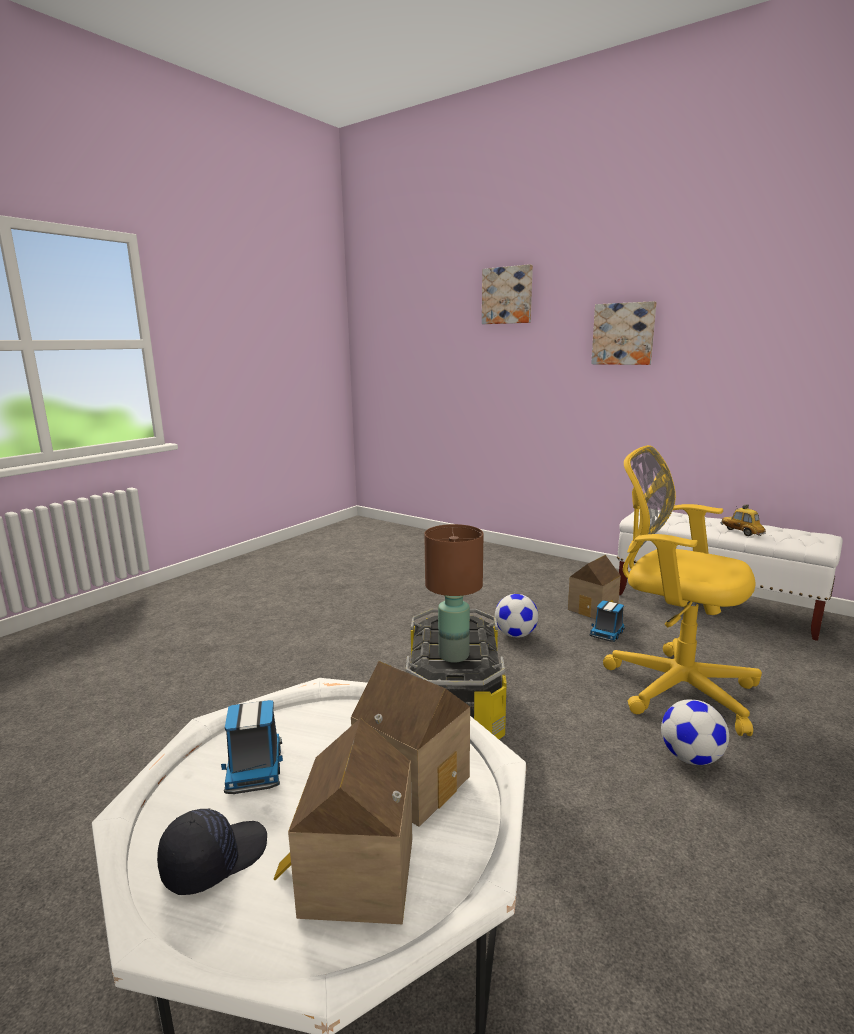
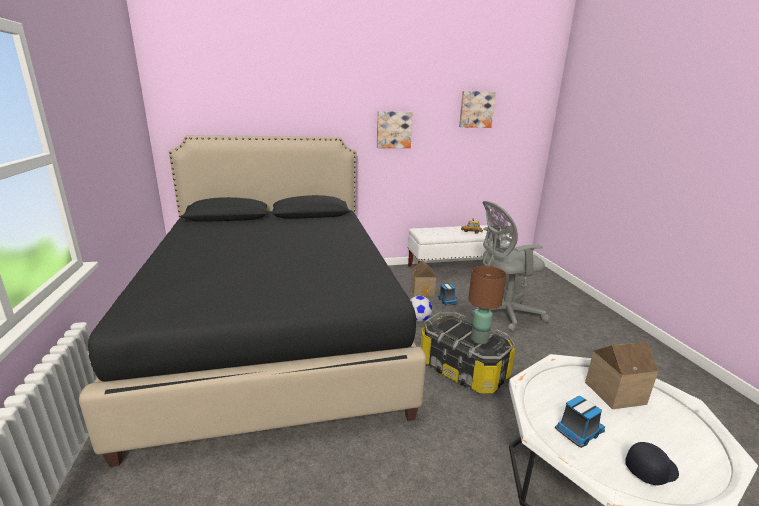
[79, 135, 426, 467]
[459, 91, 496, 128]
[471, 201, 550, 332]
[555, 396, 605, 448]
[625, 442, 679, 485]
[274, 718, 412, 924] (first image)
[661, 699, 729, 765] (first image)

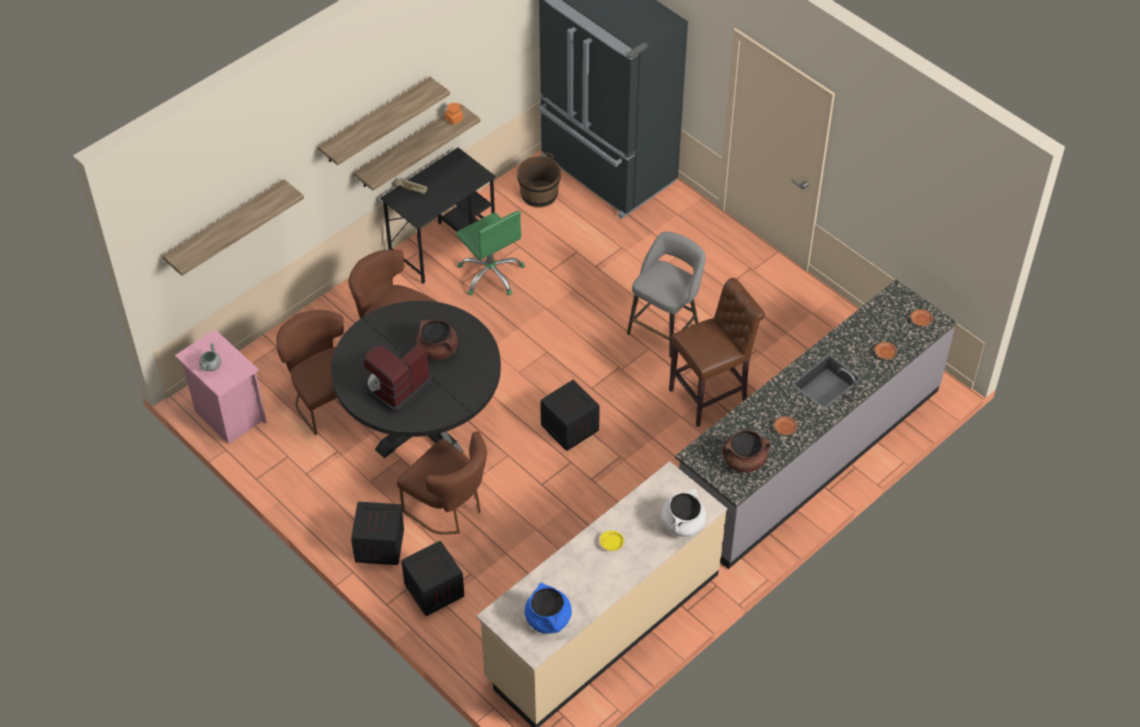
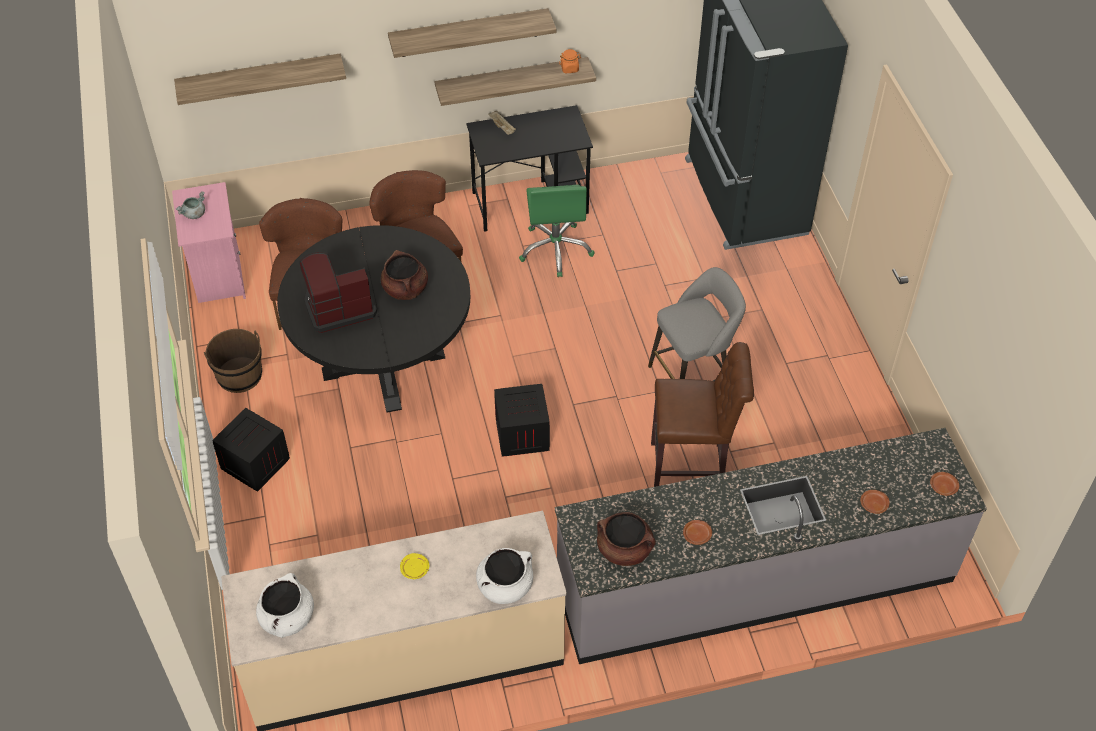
[204, 329, 262, 393]
[256, 573, 314, 638]
[396, 431, 487, 535] (first image)
[401, 540, 464, 616] (first image)

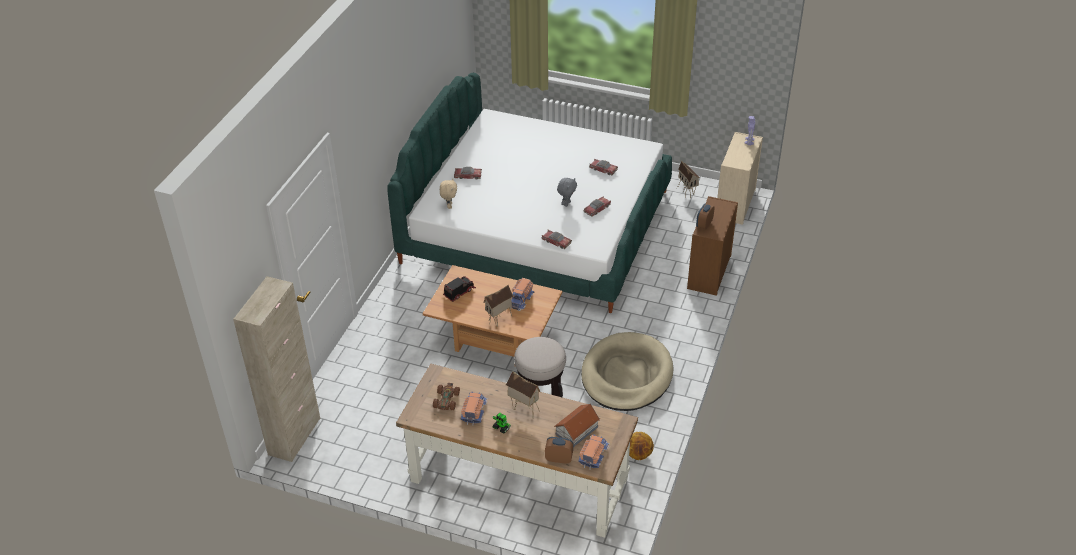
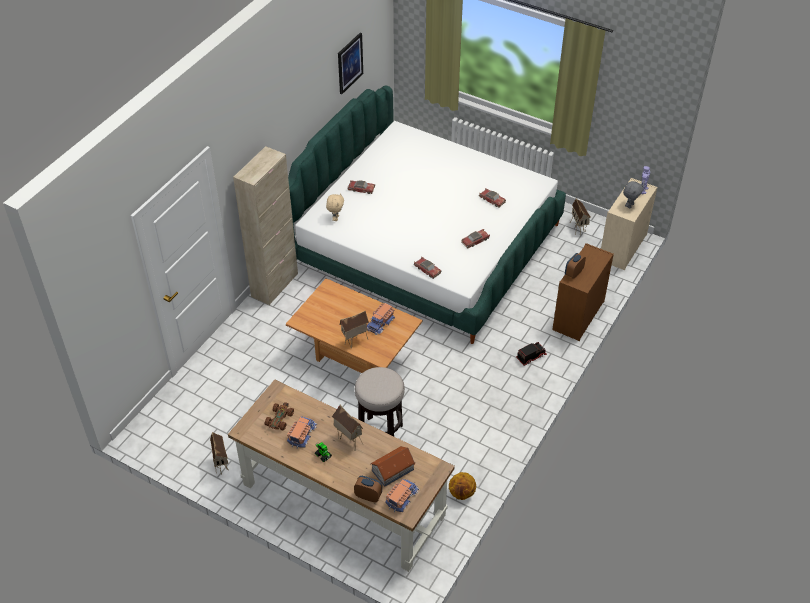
[210, 432, 228, 475]
[233, 146, 298, 305]
[338, 33, 363, 94]
[516, 342, 547, 366]
[623, 181, 643, 208]
[581, 332, 674, 411] (first image)

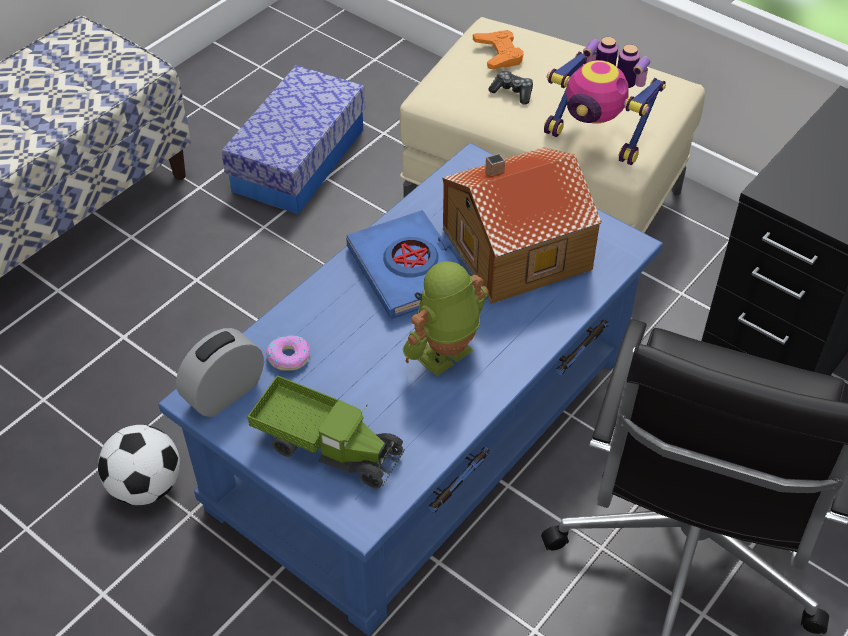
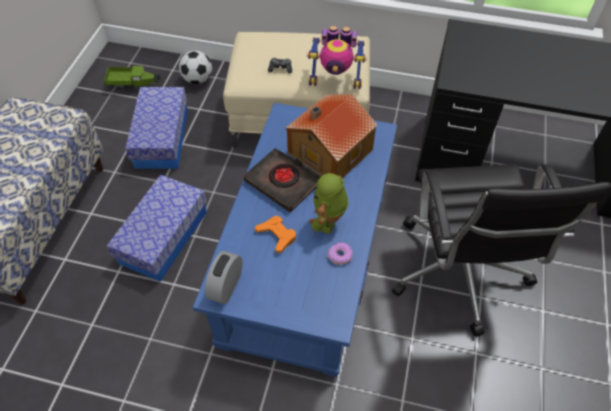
[104, 65, 162, 93]
[106, 175, 207, 282]
[179, 50, 212, 84]
[244, 148, 321, 212]
[255, 216, 296, 253]
[328, 243, 353, 265]

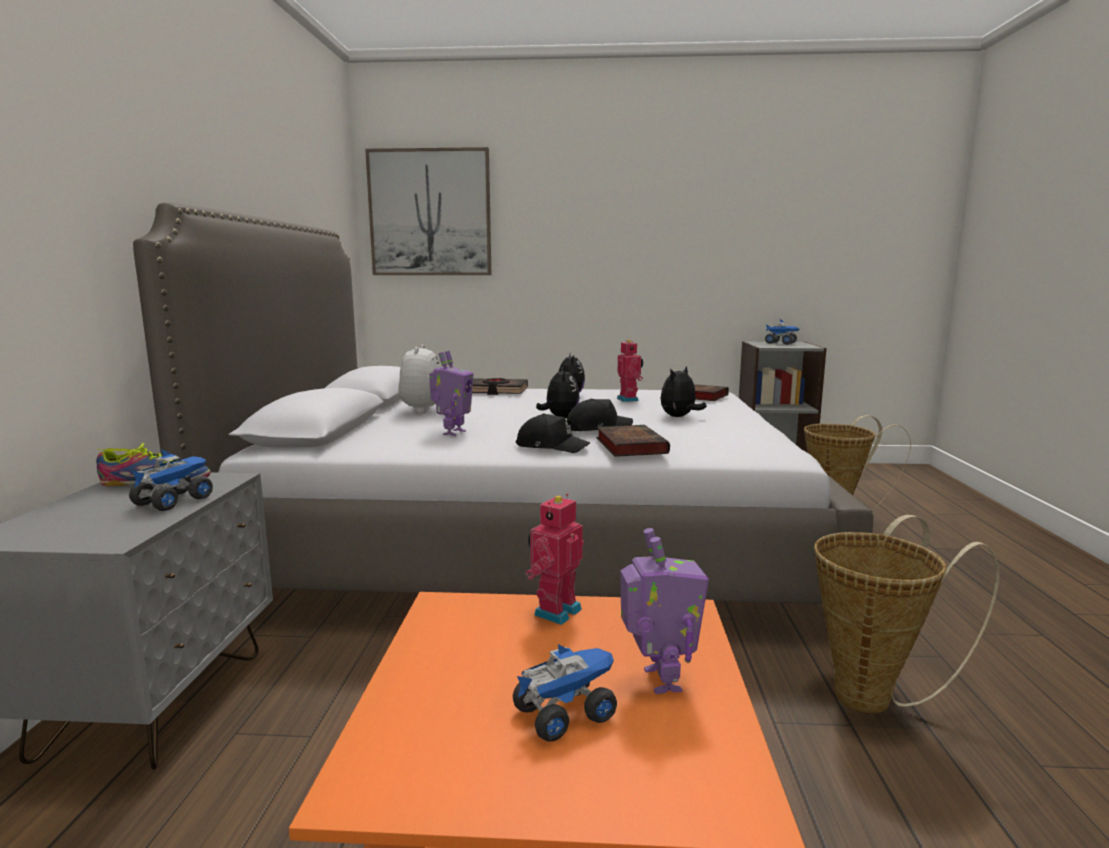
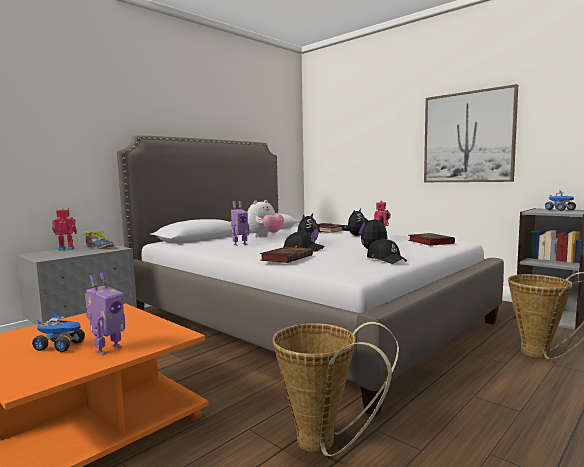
[52, 208, 77, 251]
[367, 238, 407, 264]
[424, 84, 518, 182]
[129, 449, 213, 511] (first image)

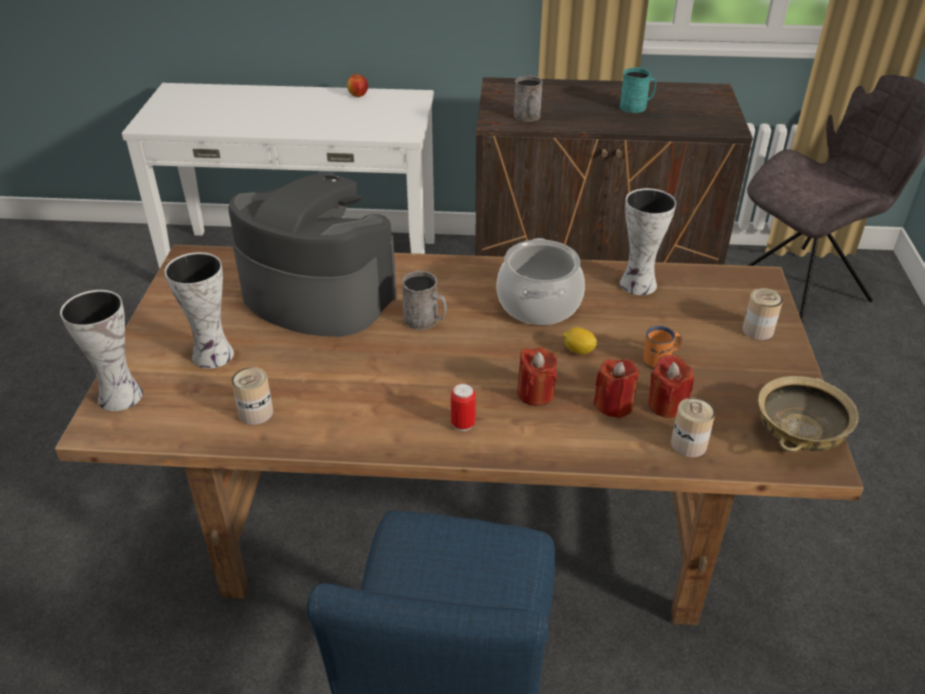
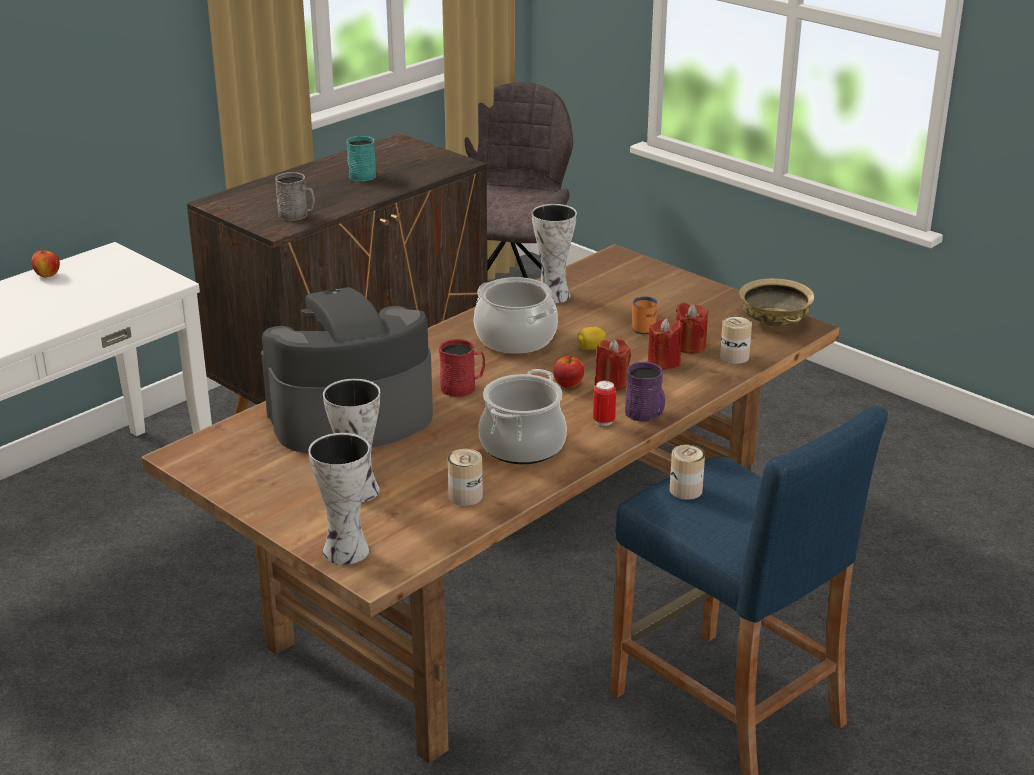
[439, 339, 485, 397]
[479, 369, 567, 464]
[553, 355, 584, 388]
[625, 362, 665, 422]
[670, 445, 705, 500]

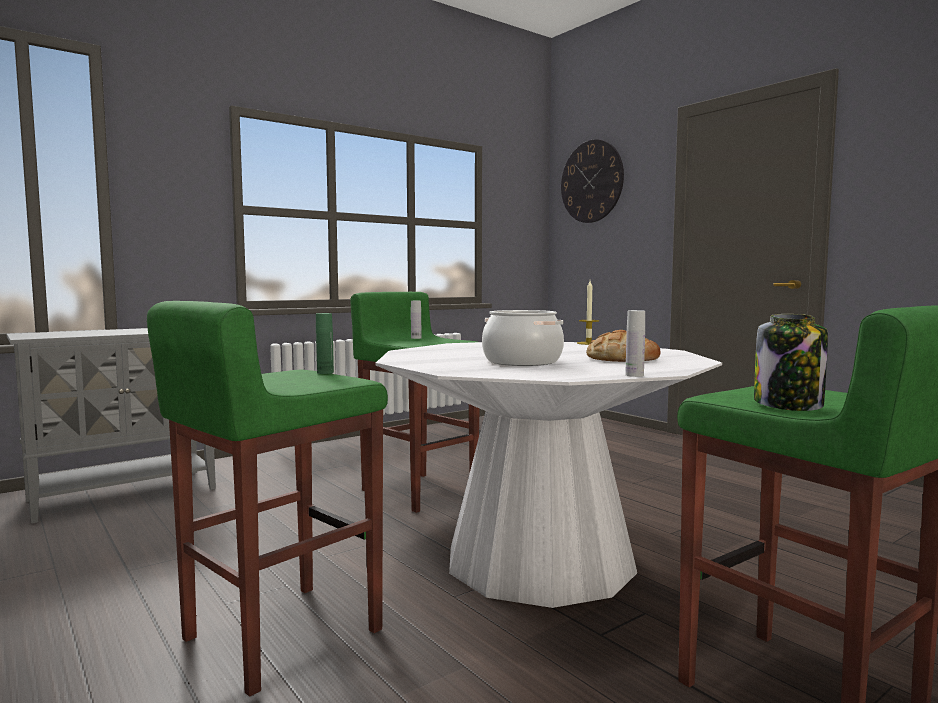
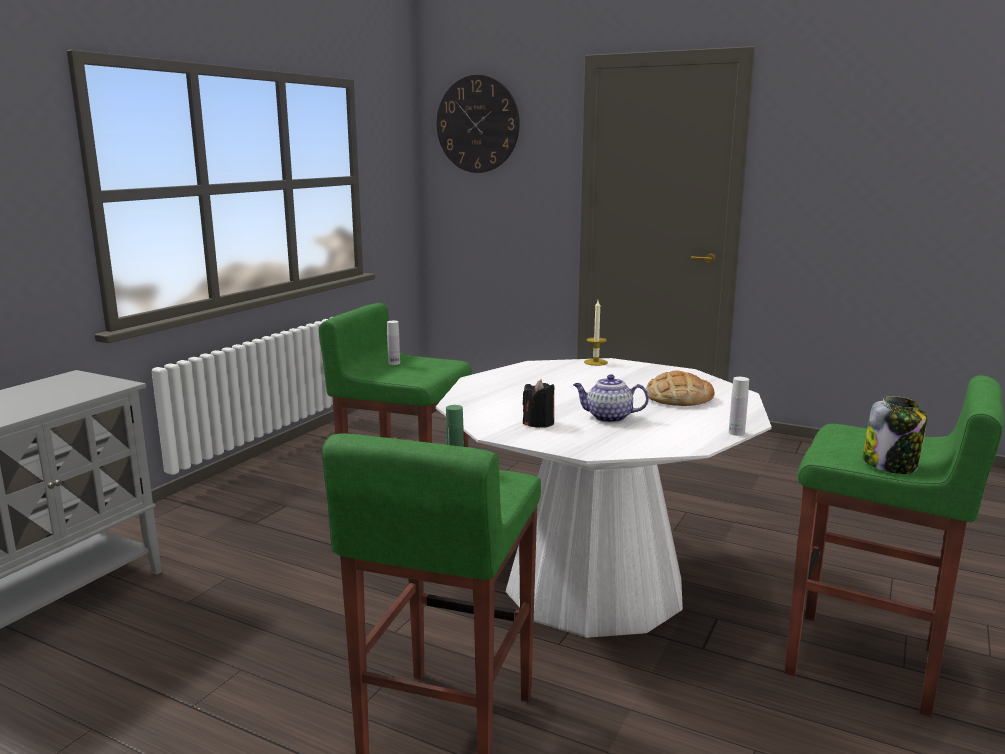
[523, 379, 555, 428]
[573, 374, 649, 423]

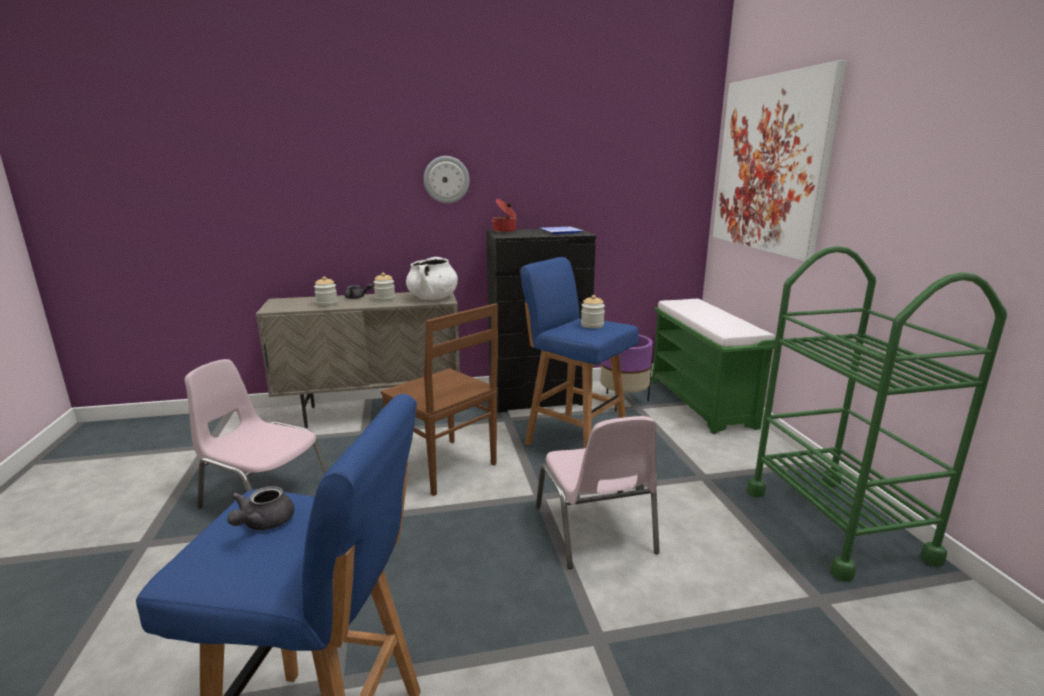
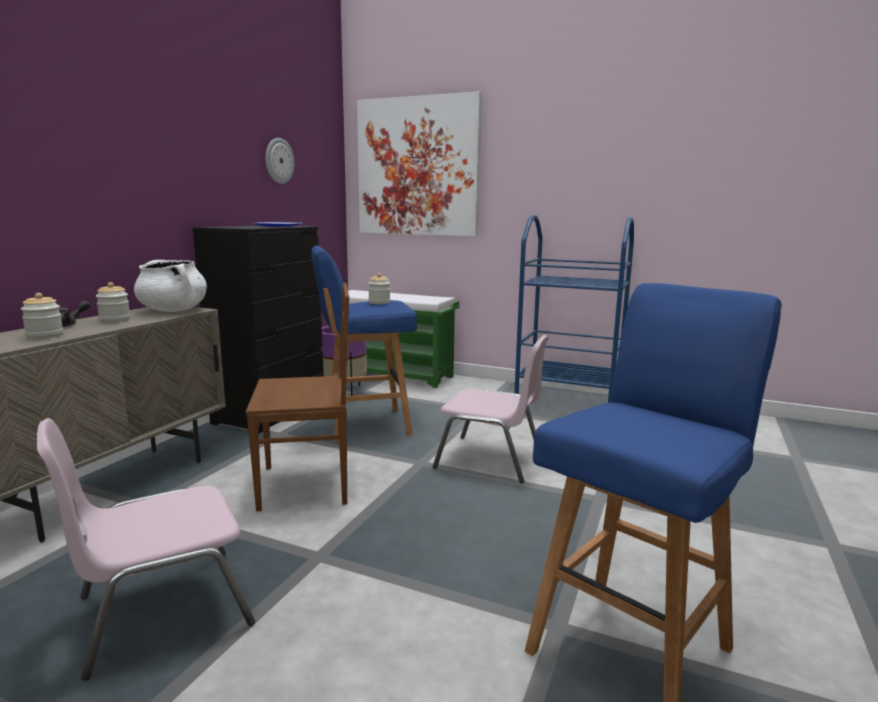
[266, 138, 294, 184]
[514, 215, 634, 403]
[227, 486, 294, 530] (first image)
[491, 199, 517, 232] (first image)

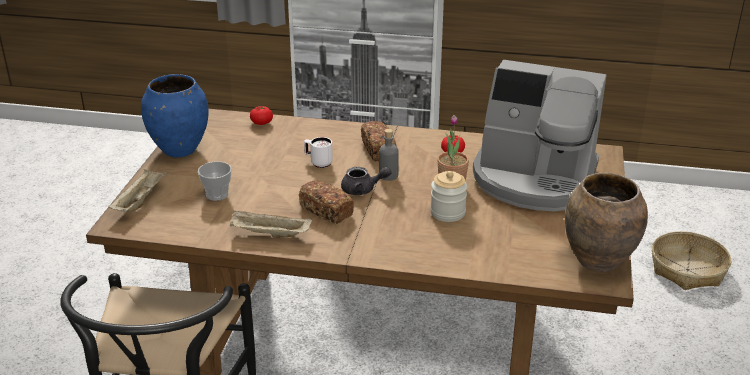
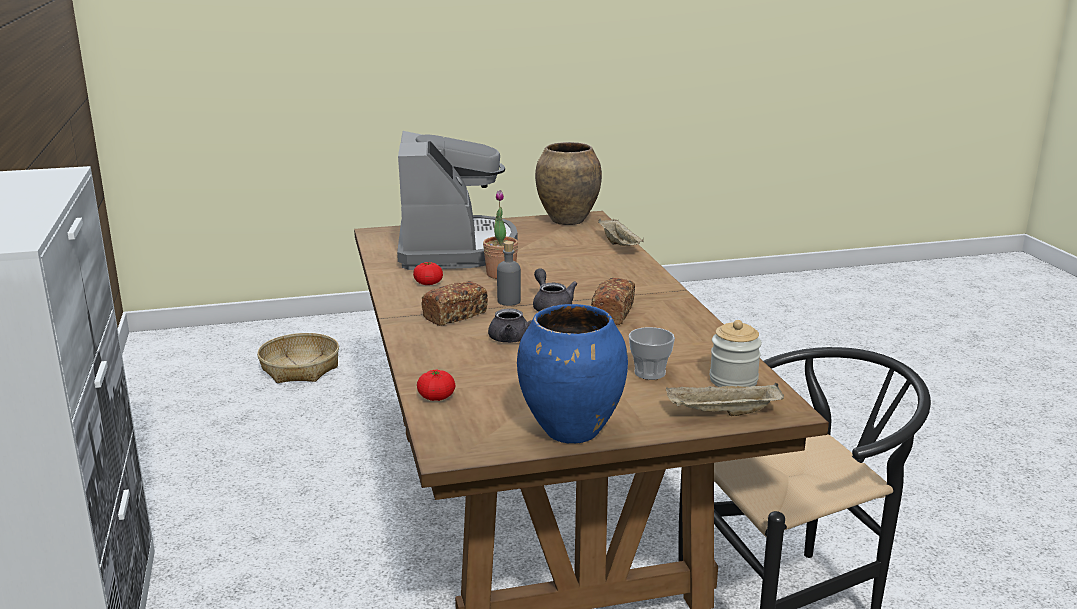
[488, 308, 546, 343]
[598, 219, 644, 246]
[710, 320, 762, 387]

